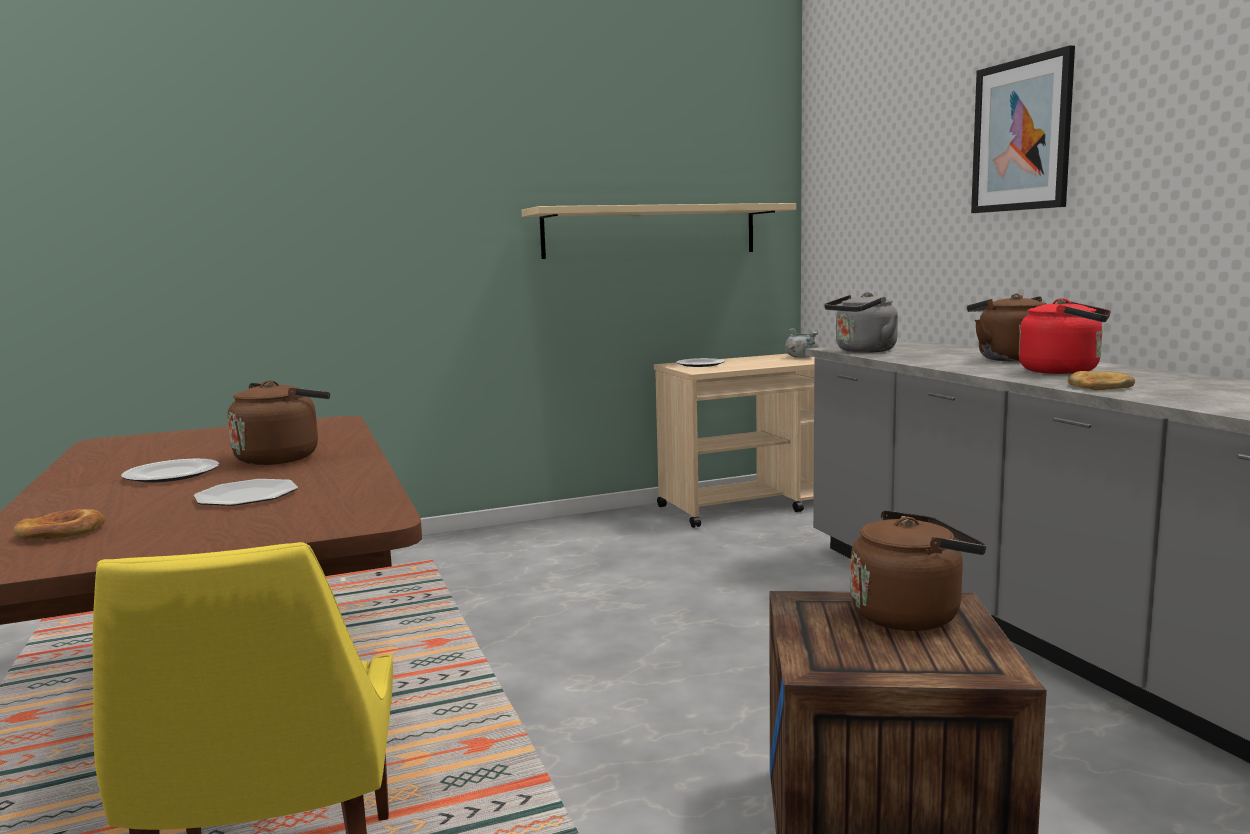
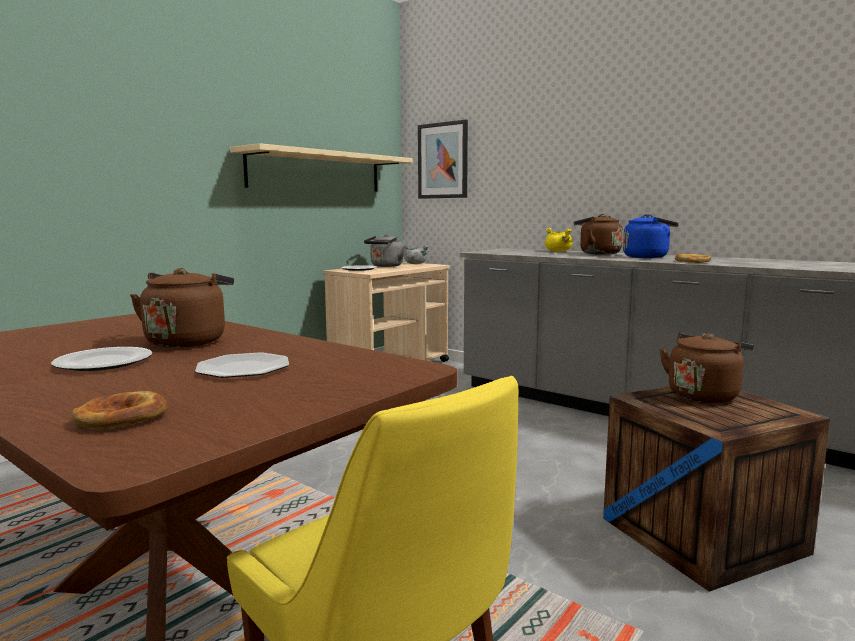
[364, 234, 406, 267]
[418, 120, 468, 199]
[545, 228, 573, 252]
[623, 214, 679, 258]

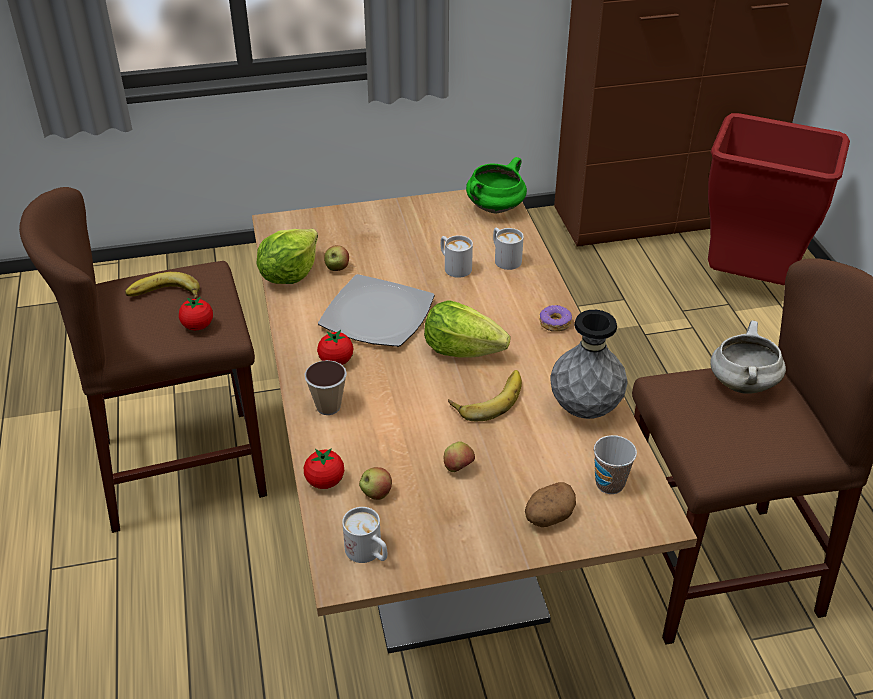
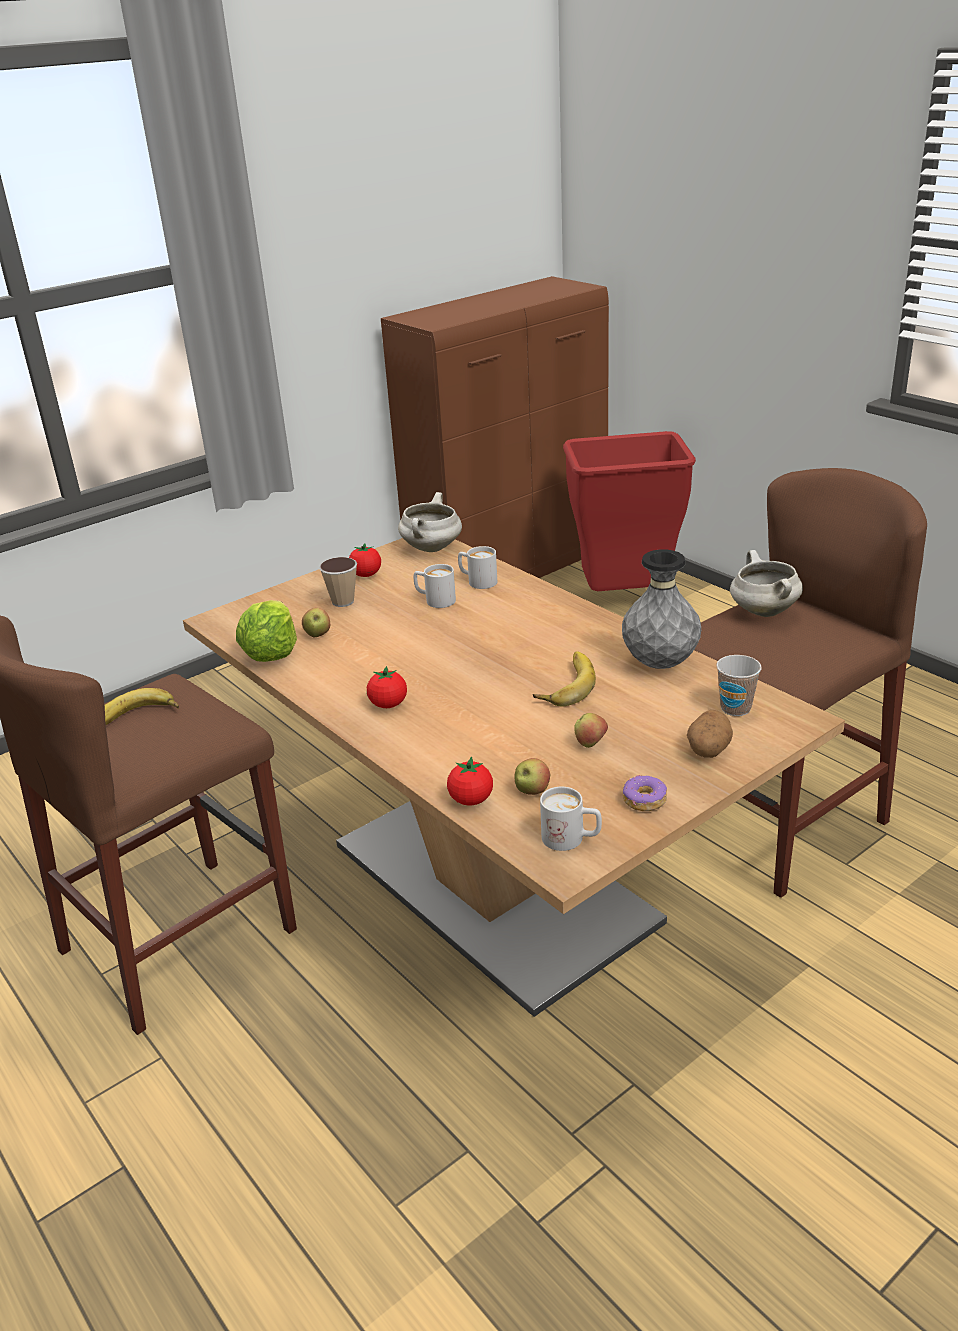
[319, 557, 357, 607]
[349, 544, 381, 577]
[398, 492, 462, 552]
[623, 775, 667, 811]
[318, 274, 435, 347] (first image)
[424, 301, 511, 358] (first image)

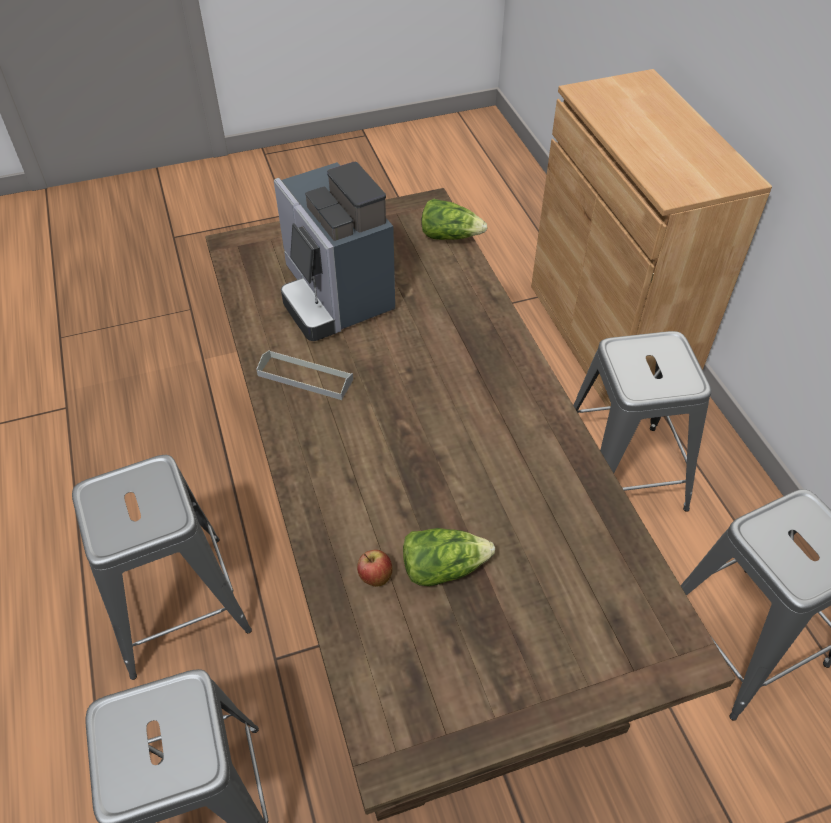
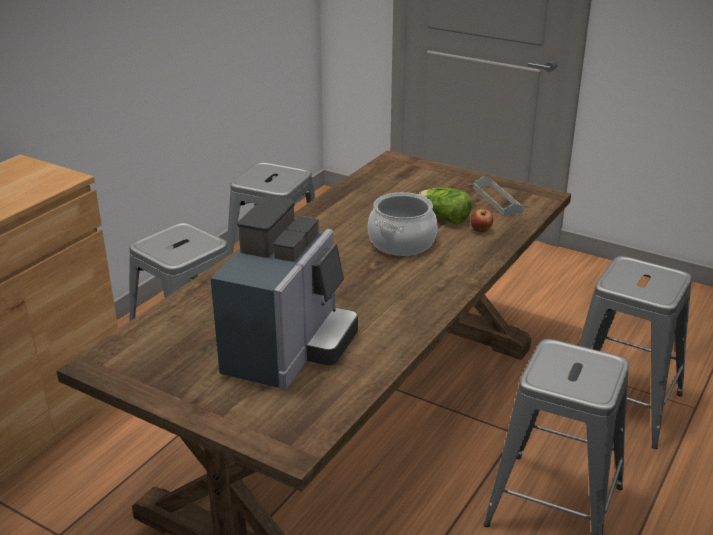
[368, 192, 437, 256]
[473, 176, 524, 216]
[421, 199, 487, 240] (first image)

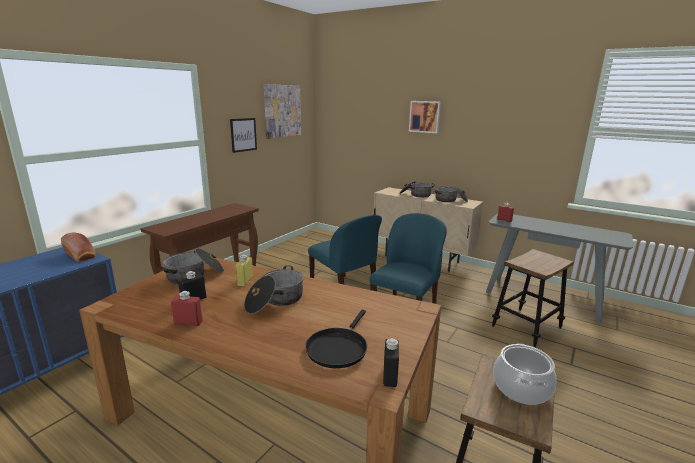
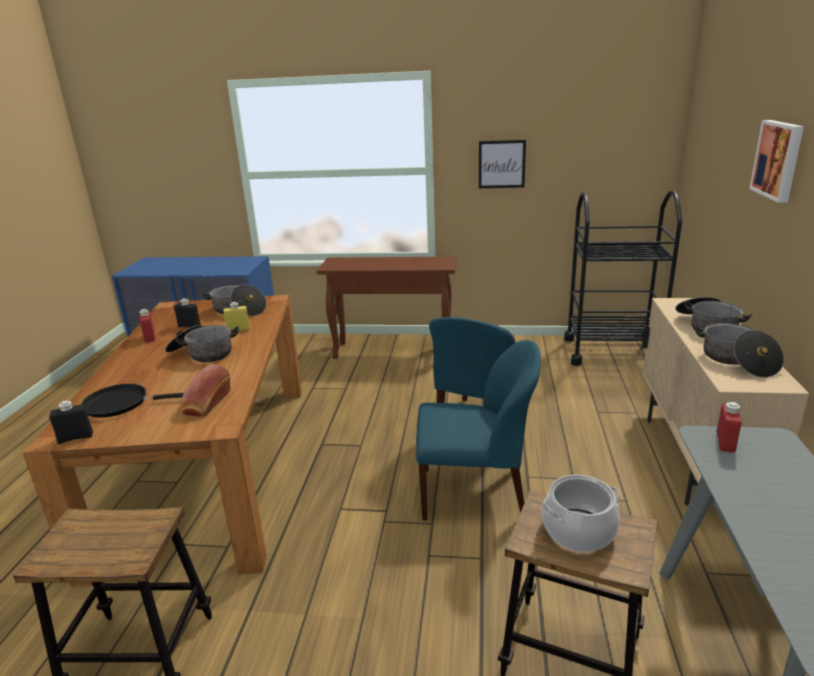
[181, 364, 231, 417]
[542, 475, 621, 552]
[564, 190, 682, 366]
[264, 84, 301, 139] (first image)

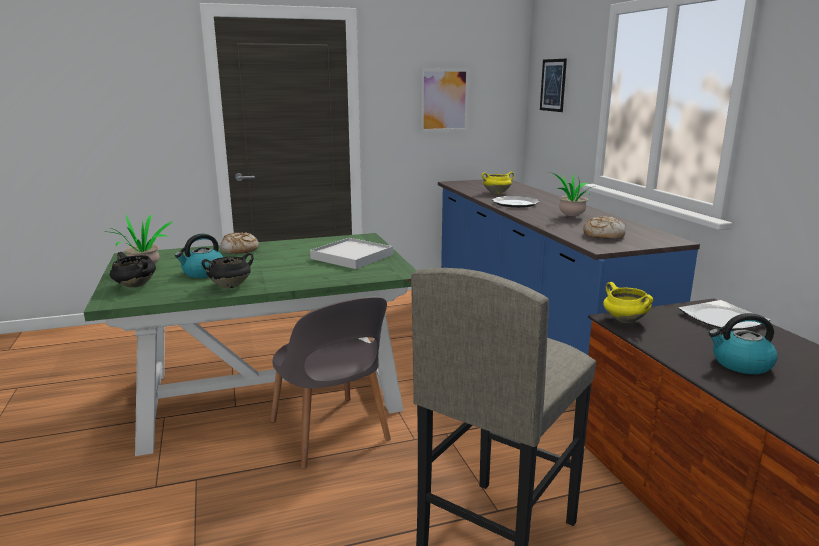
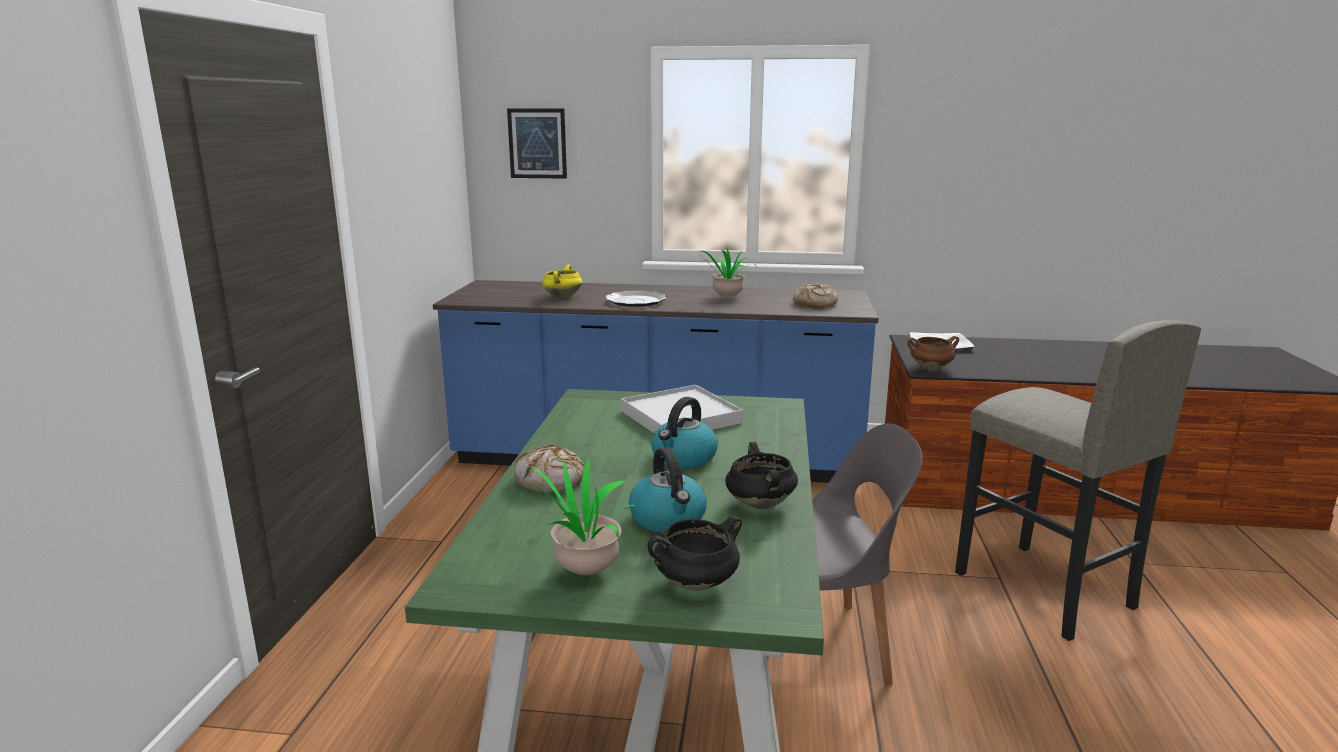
[651, 397, 718, 469]
[907, 336, 959, 370]
[420, 69, 469, 132] (first image)

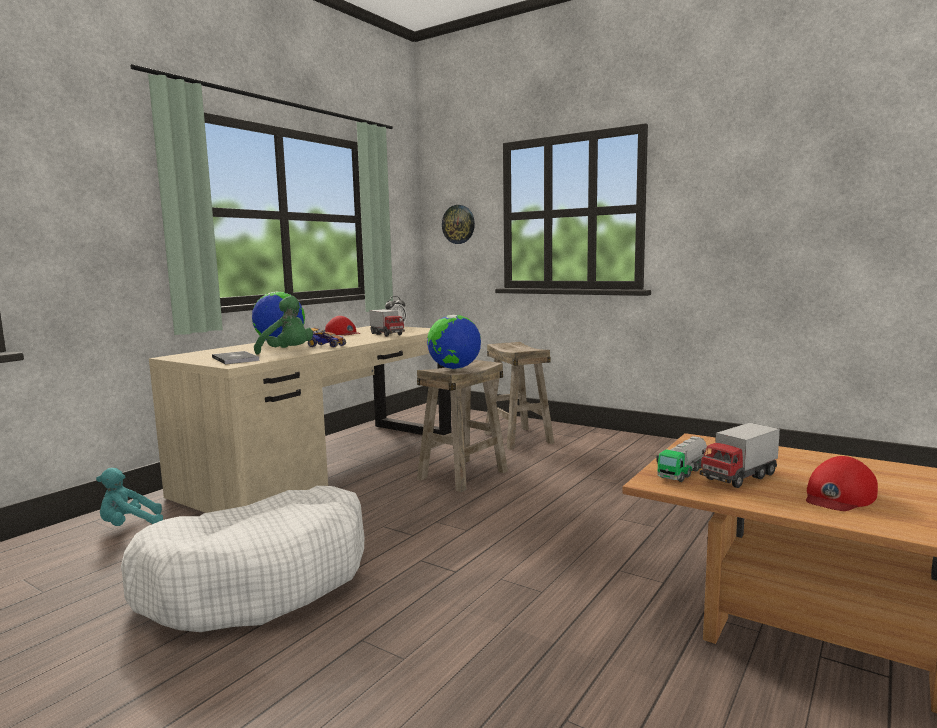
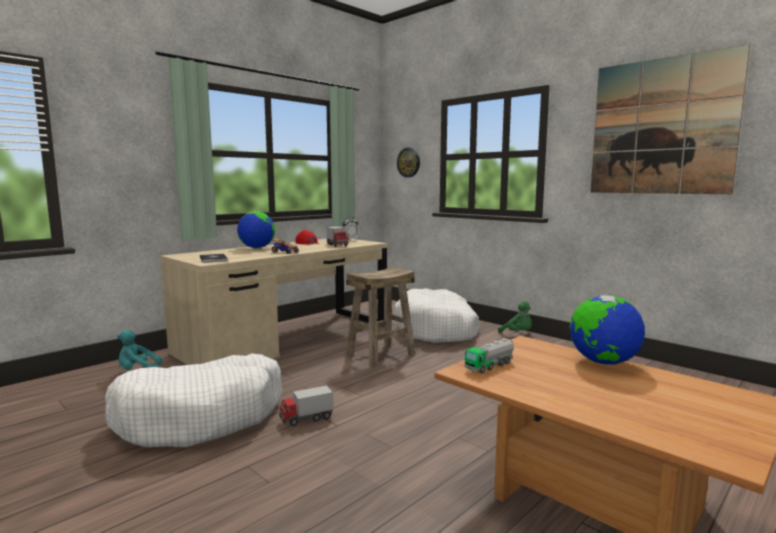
[279, 386, 333, 426]
[394, 288, 480, 343]
[498, 301, 532, 333]
[569, 295, 645, 365]
[590, 44, 750, 194]
[806, 456, 878, 511] (first image)

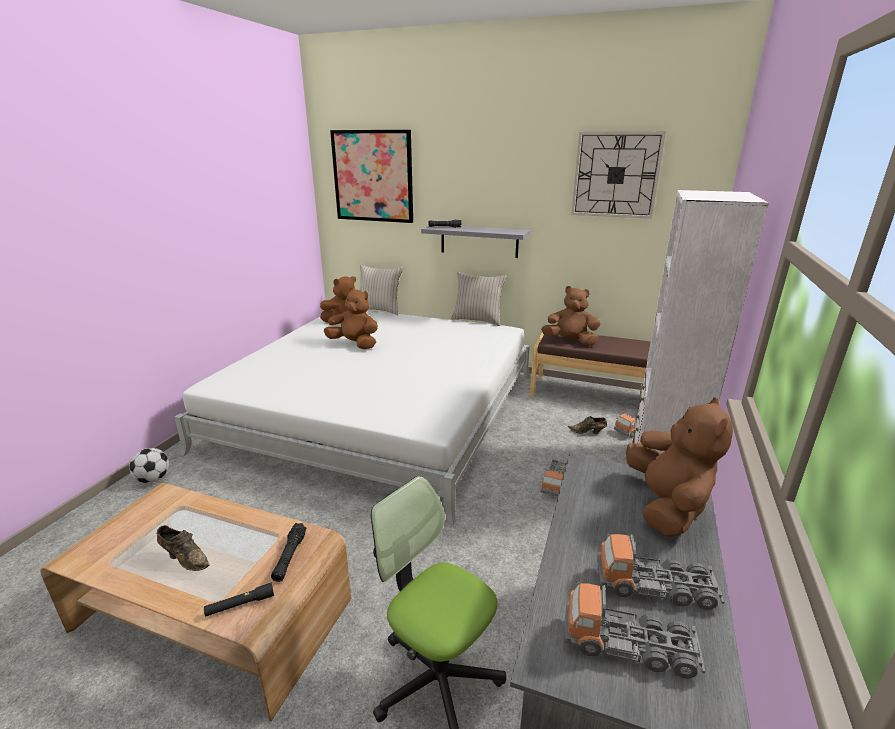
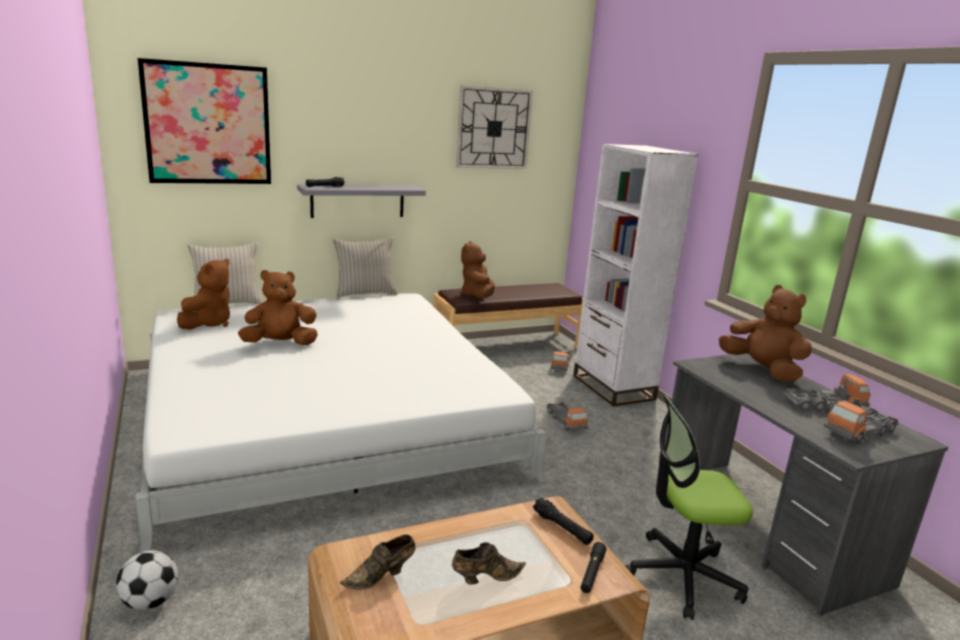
[340, 535, 416, 590]
[461, 241, 495, 298]
[783, 374, 871, 412]

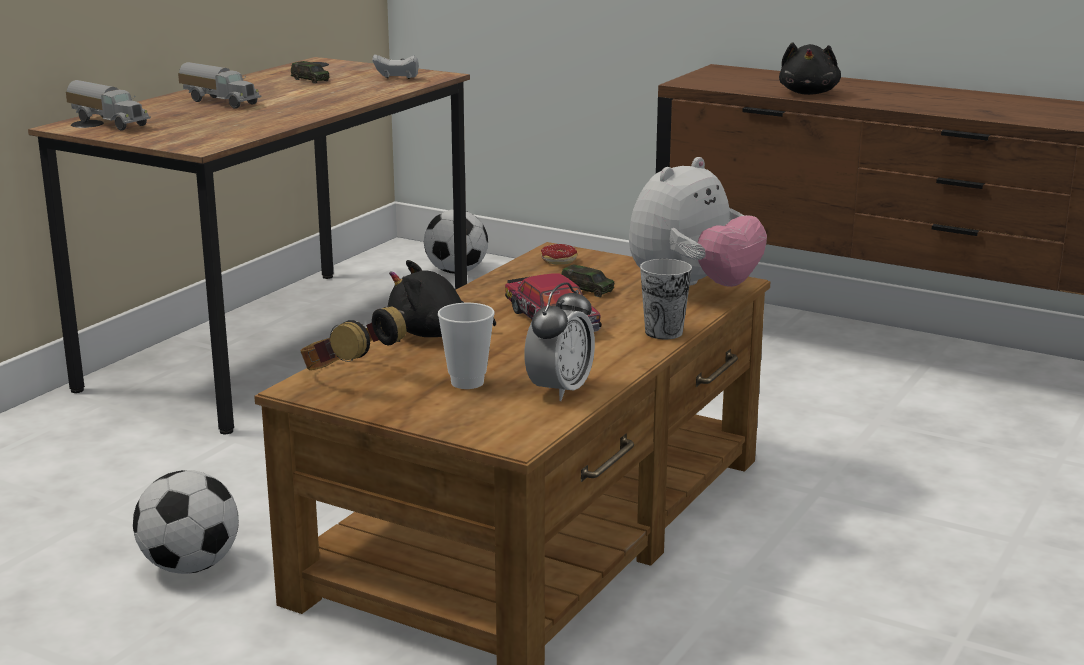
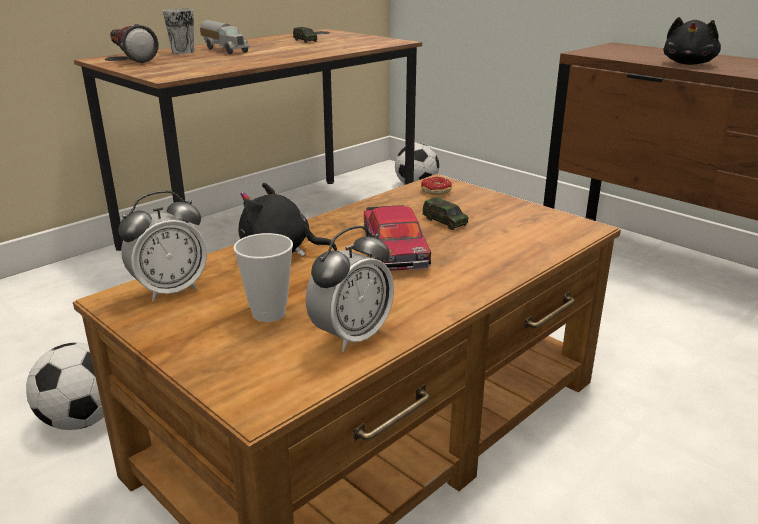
[110, 24, 158, 63]
[118, 191, 207, 302]
[163, 9, 194, 54]
[372, 54, 419, 79] (first image)
[629, 157, 767, 287] (first image)

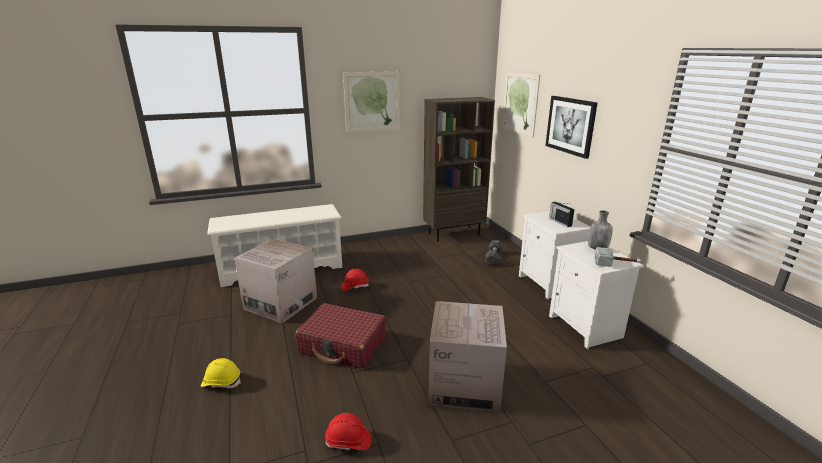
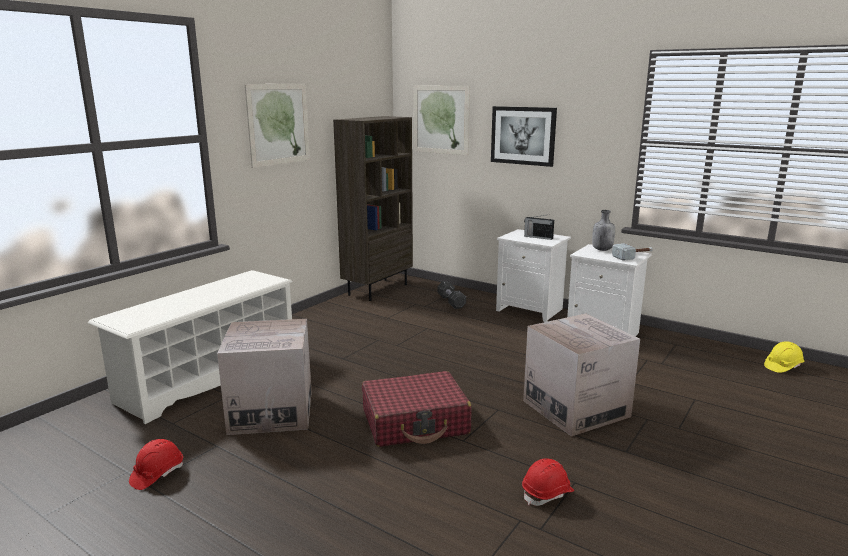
[129, 439, 183, 490]
[764, 341, 804, 373]

